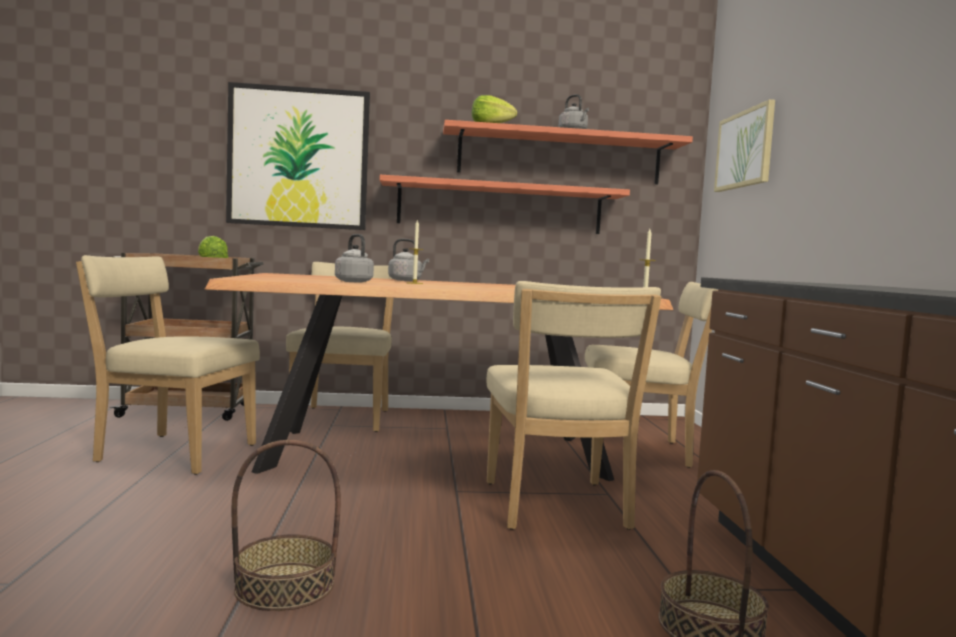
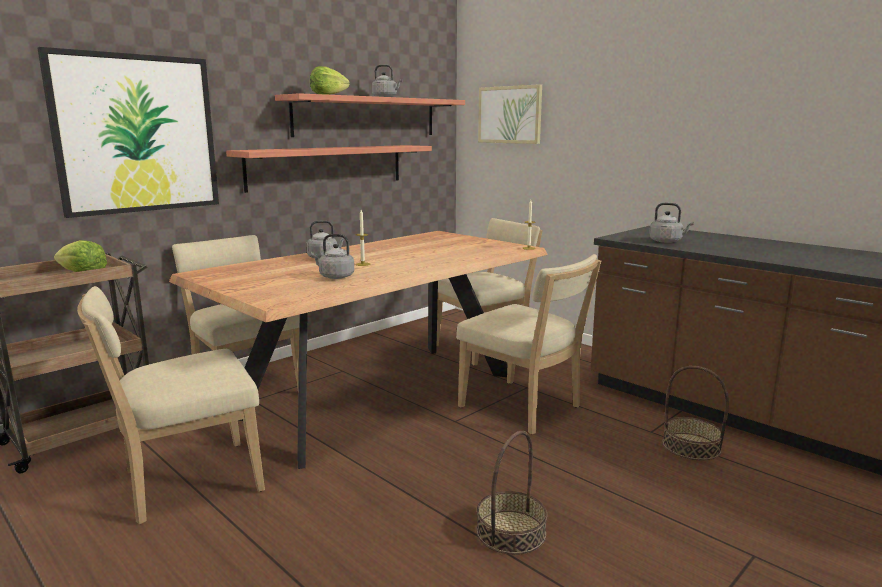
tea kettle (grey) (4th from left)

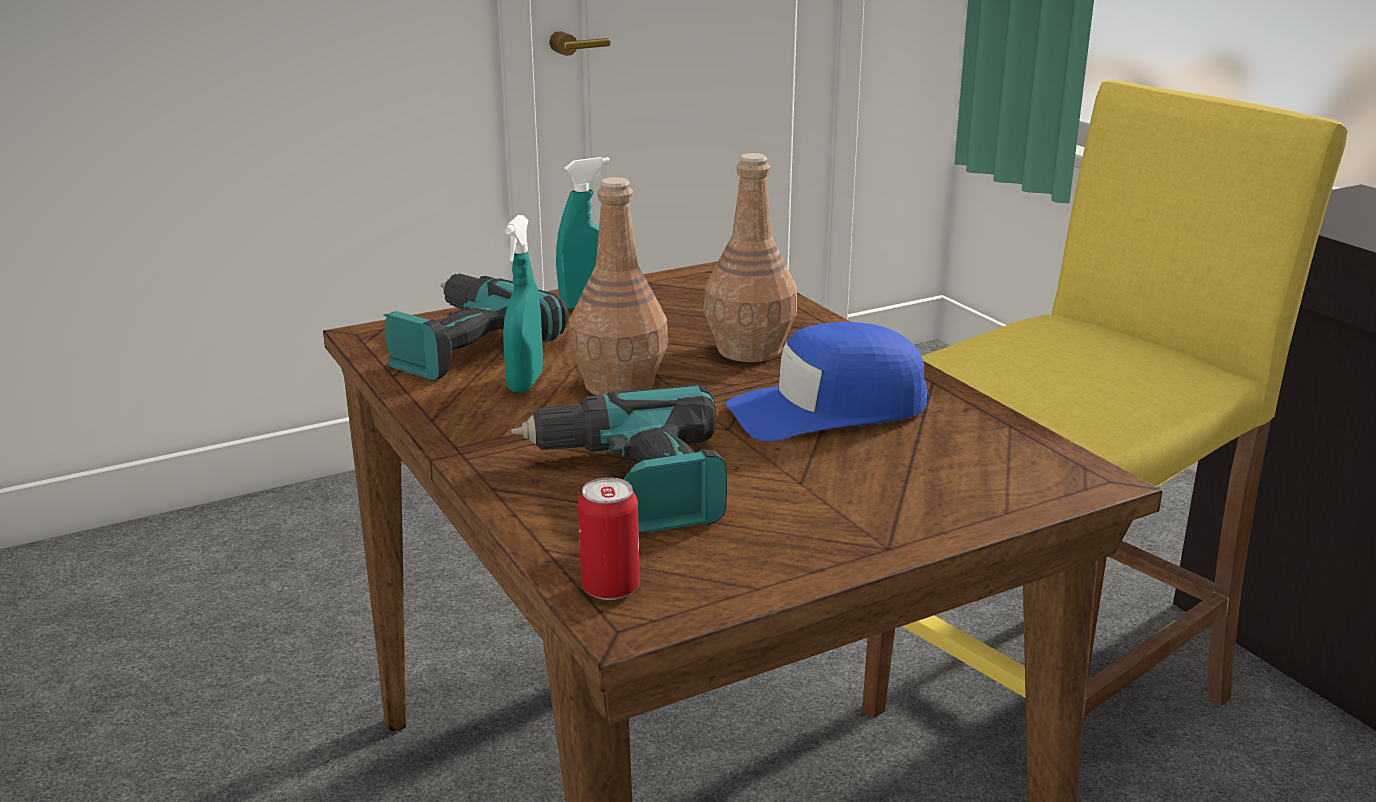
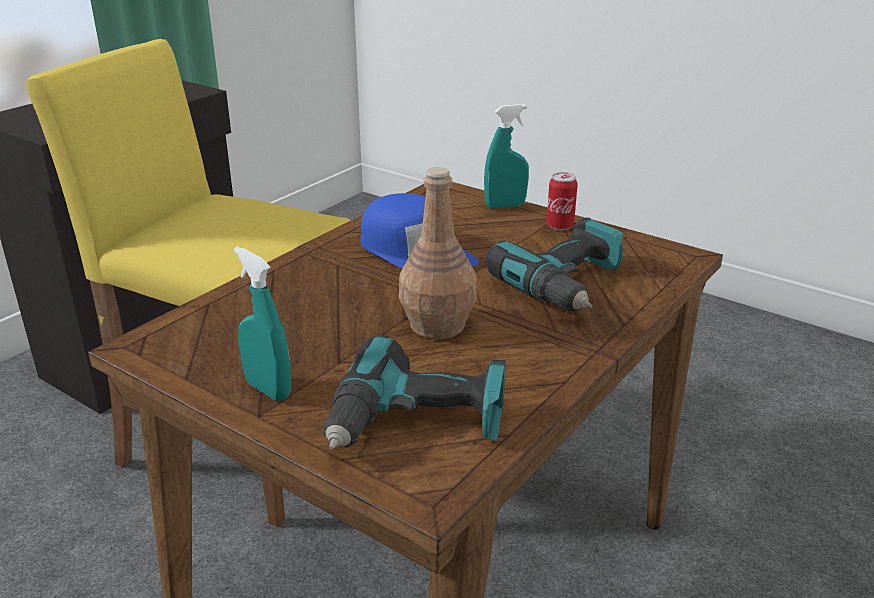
drink bottle (brownish) (2nd from left in the first image)
hand sprayer (turquoise) (2nd from left)
can

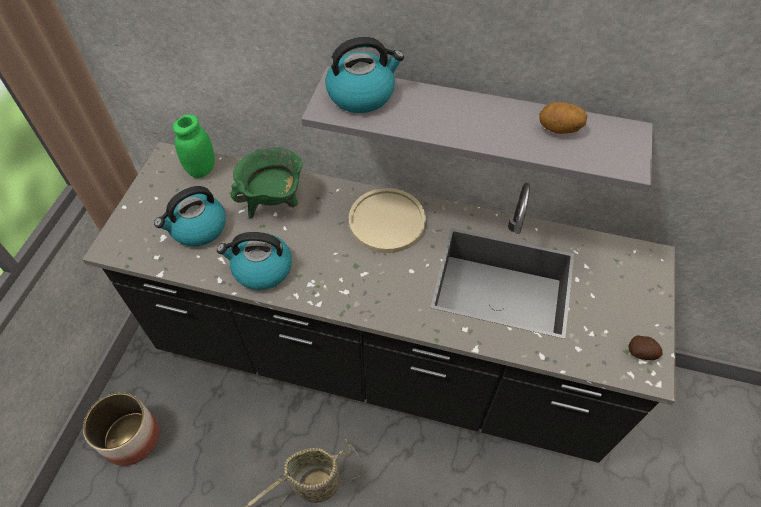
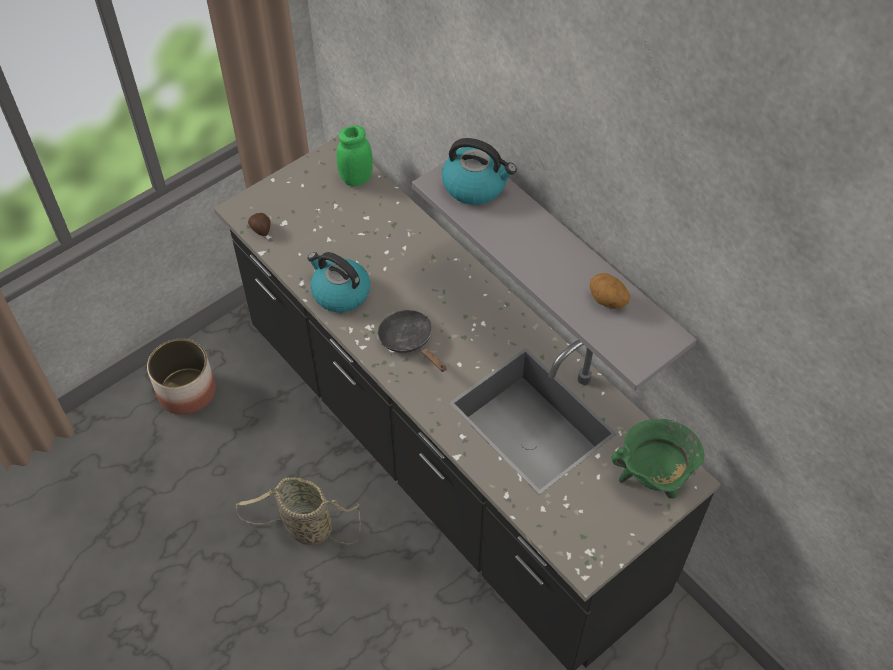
tea kettle (1st from left in the first image)
plate (sand-coloured)
frying pan (black-coloured)
cooking pot (greenish)
spud (1st from left)

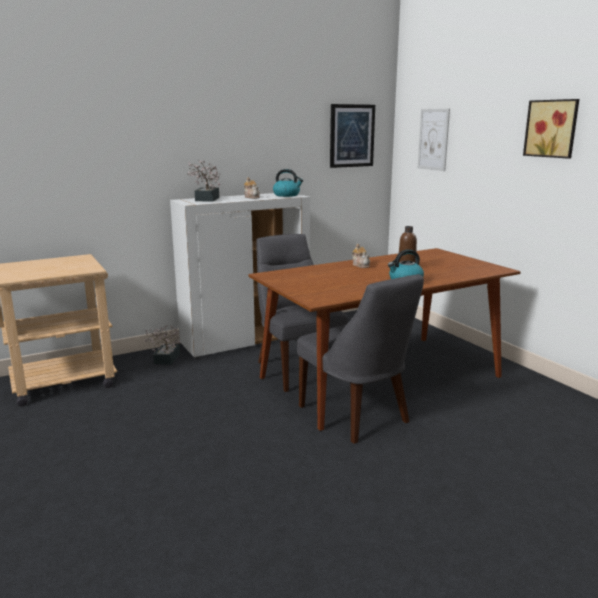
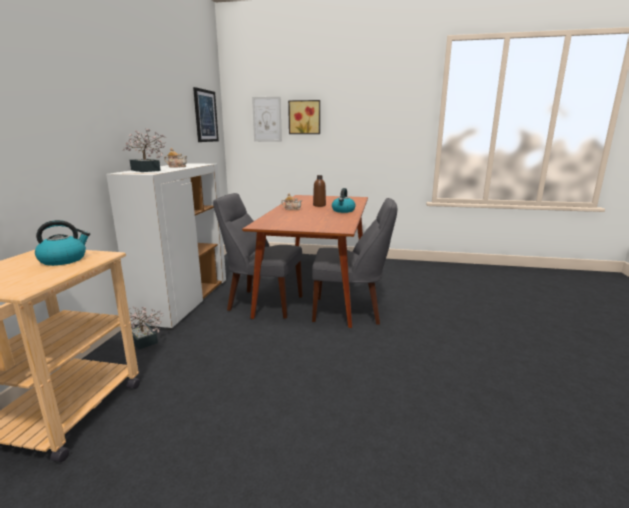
tea kettle (1st from left)
picture (3rd from left)

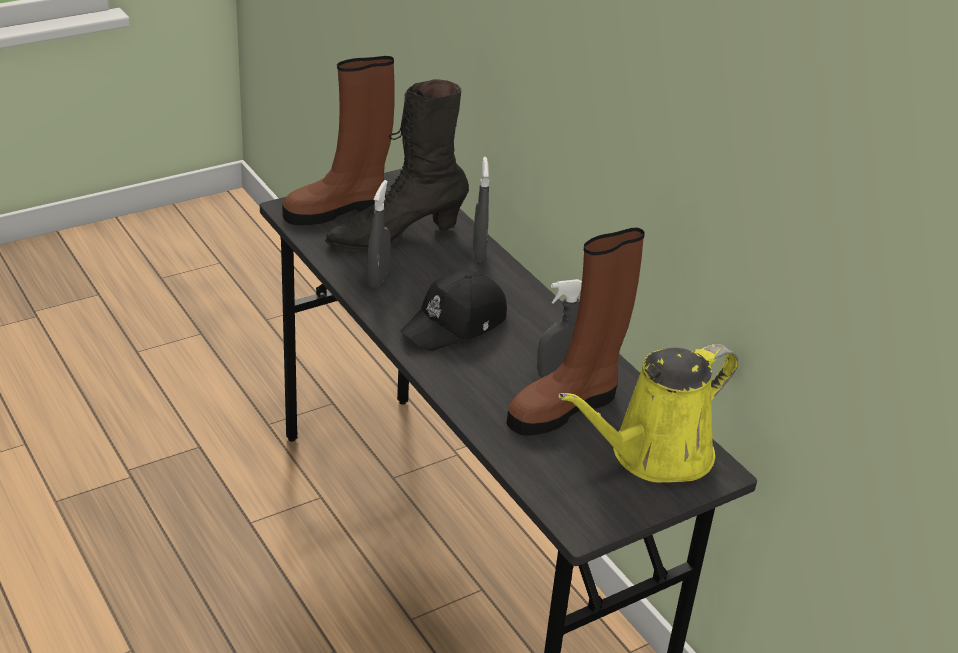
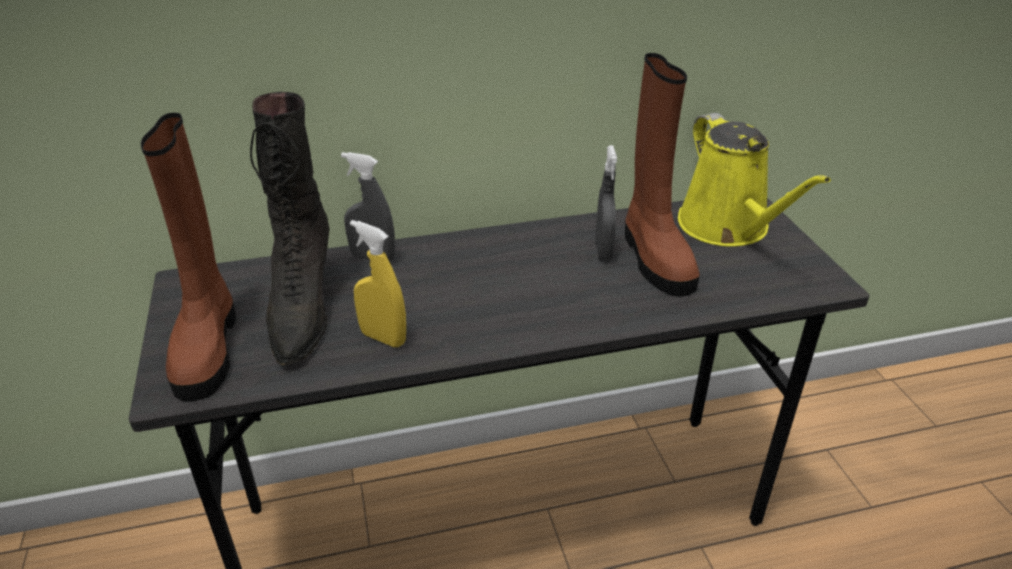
peaked cap (black-coloured)
hand sprayer (yellow)

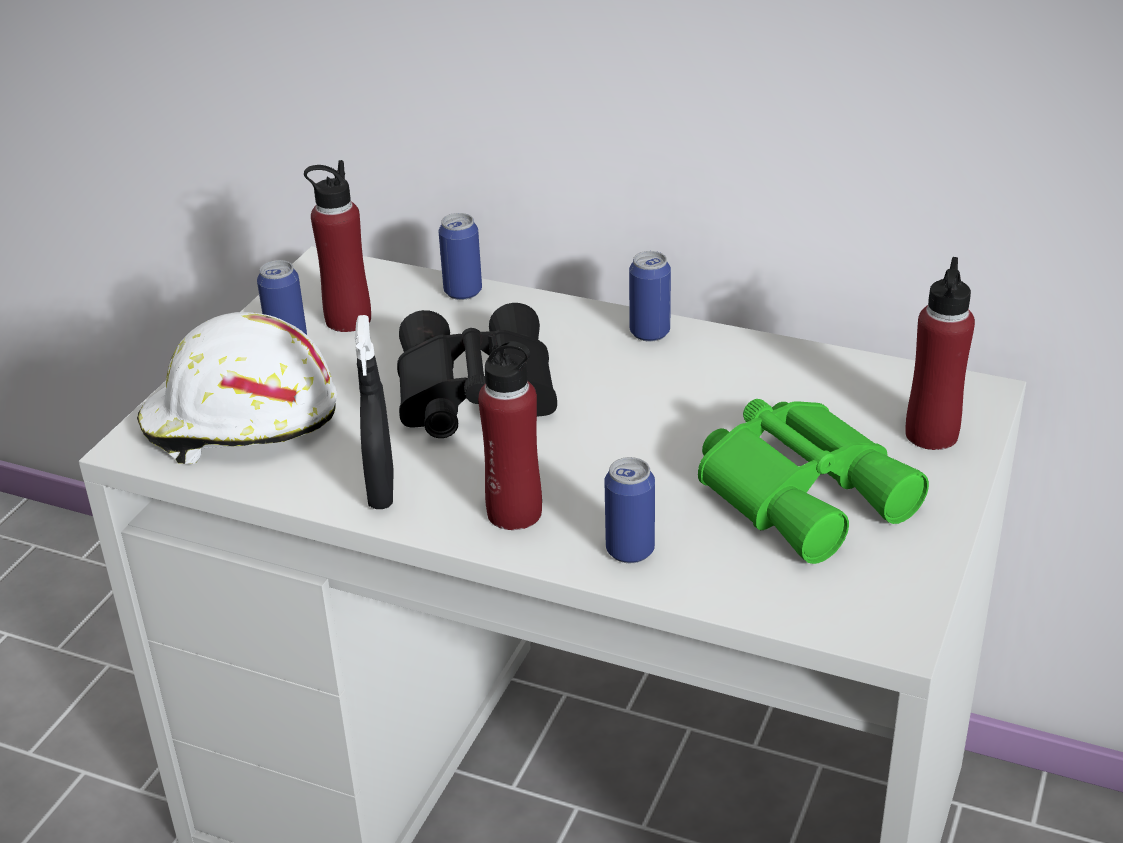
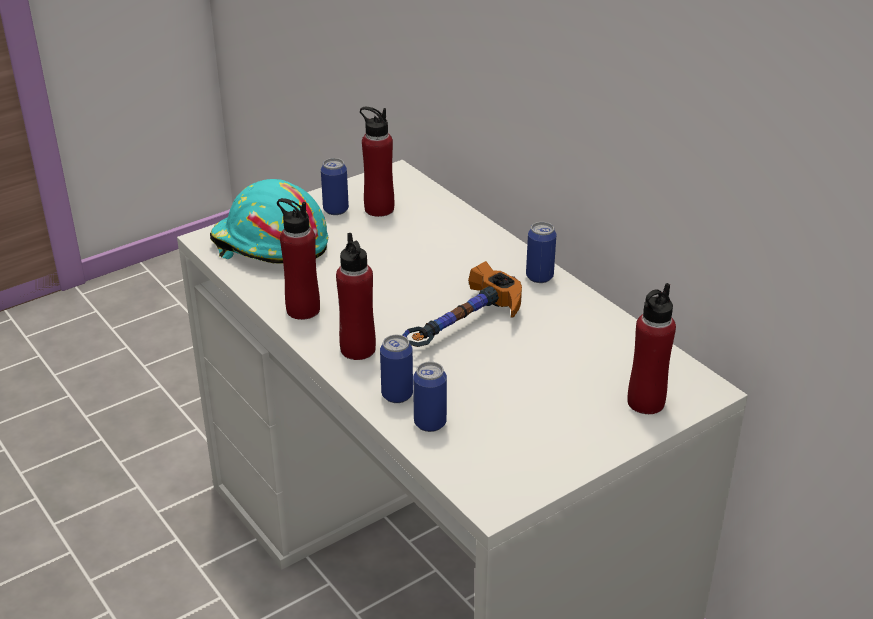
field glasses (black-coloured)
field glasses (greenish)
hammer
can (3rd from left)
drink bottle (reddish) (1st from left)
safety helmet (turquoise)

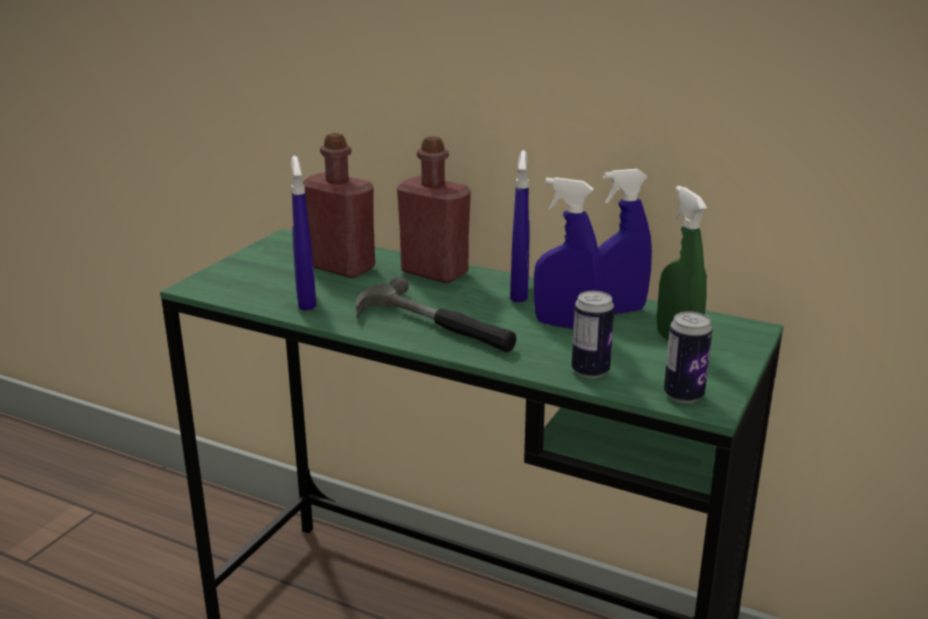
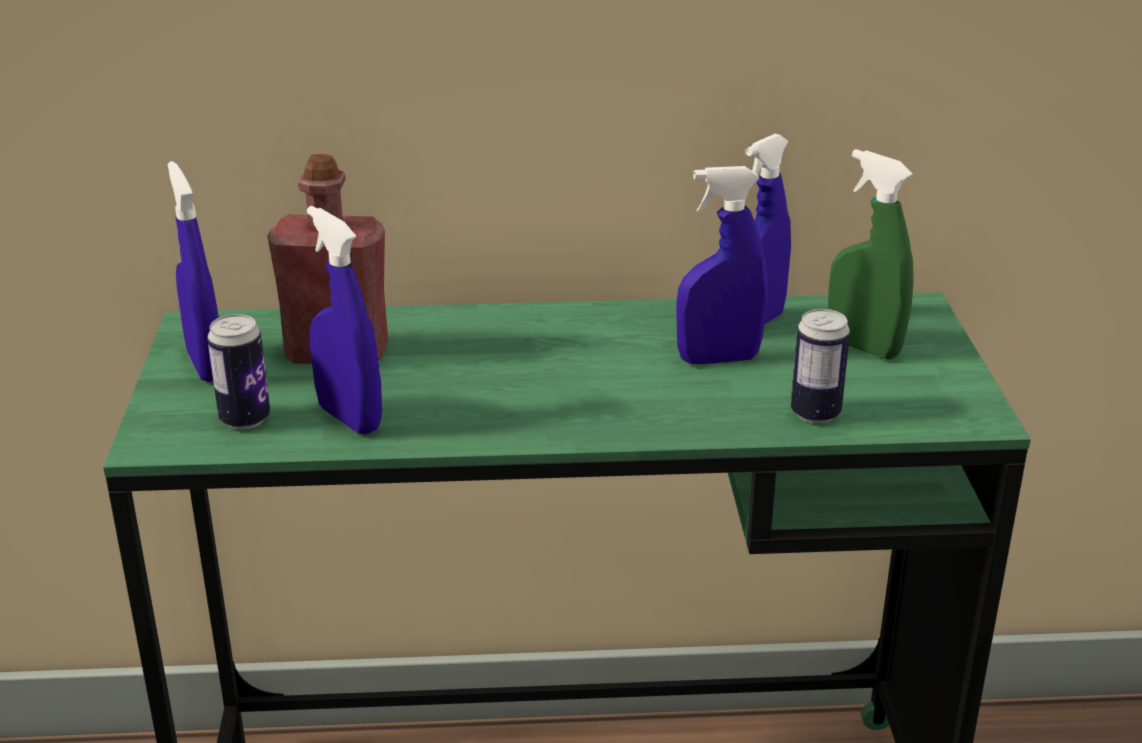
hammer
drink bottle (reddish) (2nd from left in the first image)
hand sprayer (blue-coloured) (1st from left)
can (1st from left)

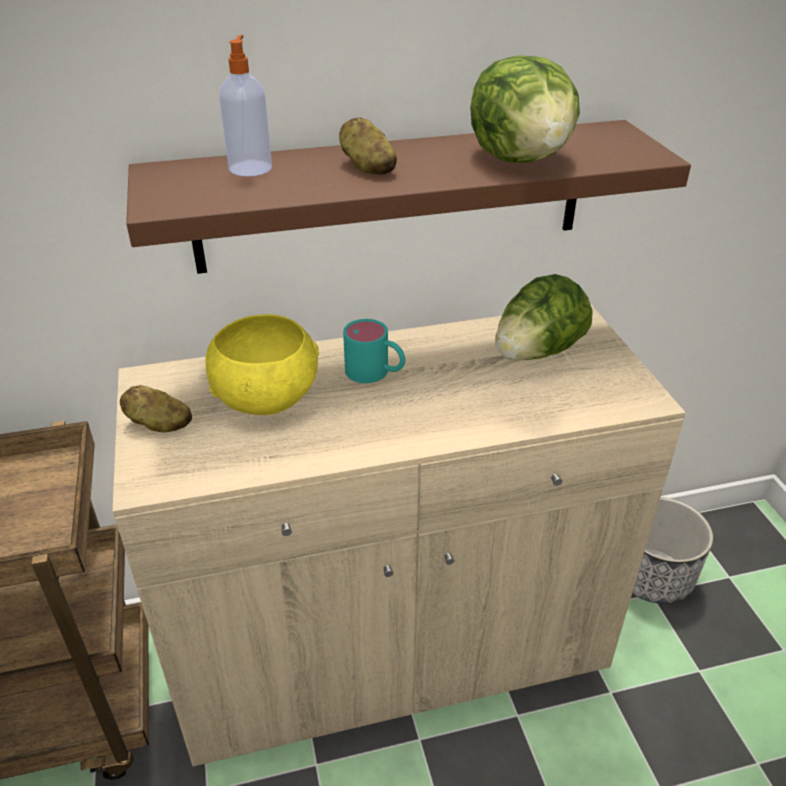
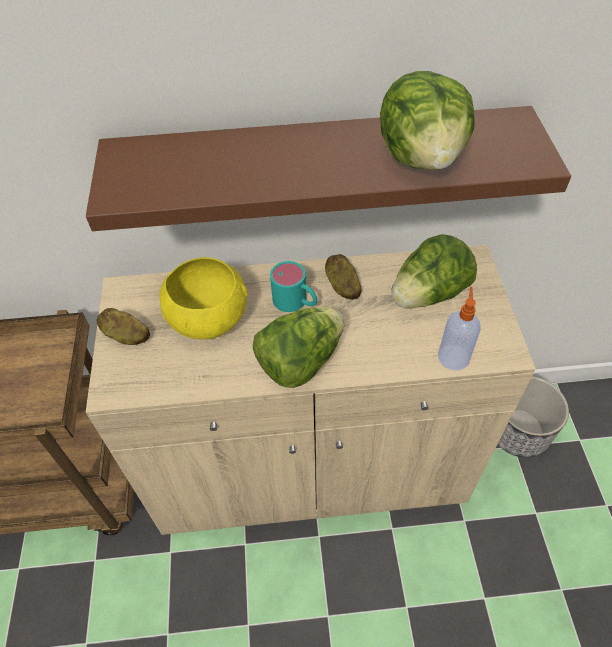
lettuce head (1st from left)
liquid soap bottle
spud (2nd from left)

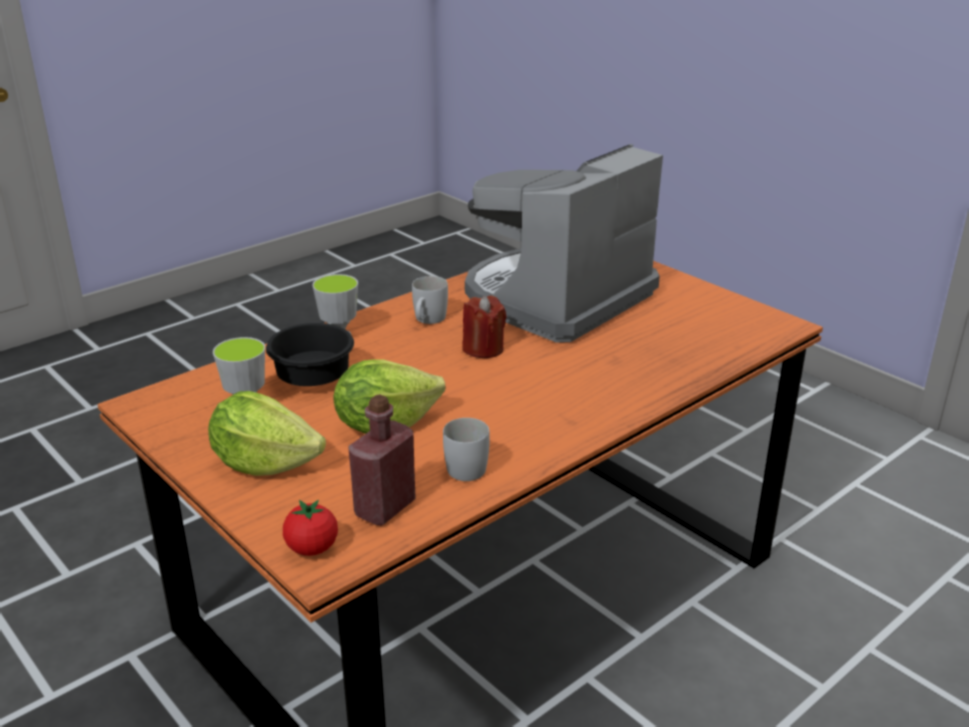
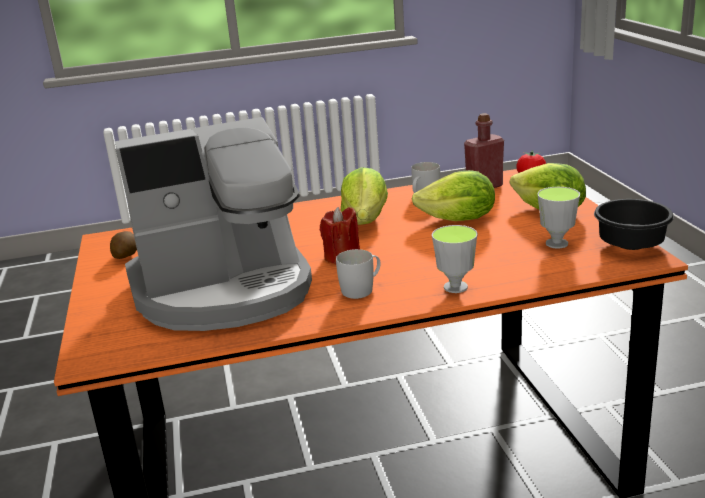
spud
lettuce head (1st from left)
deep dish (black-coloured)

